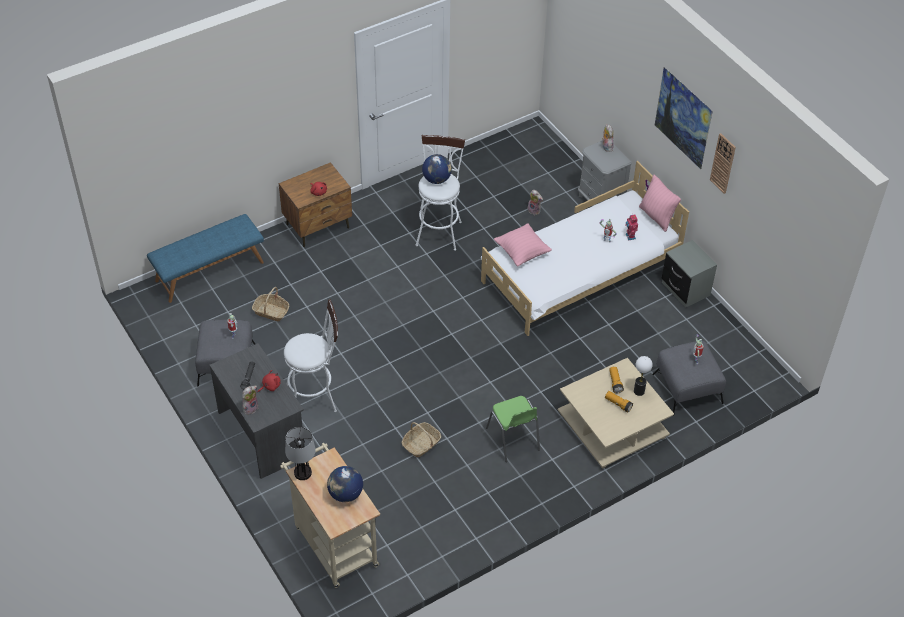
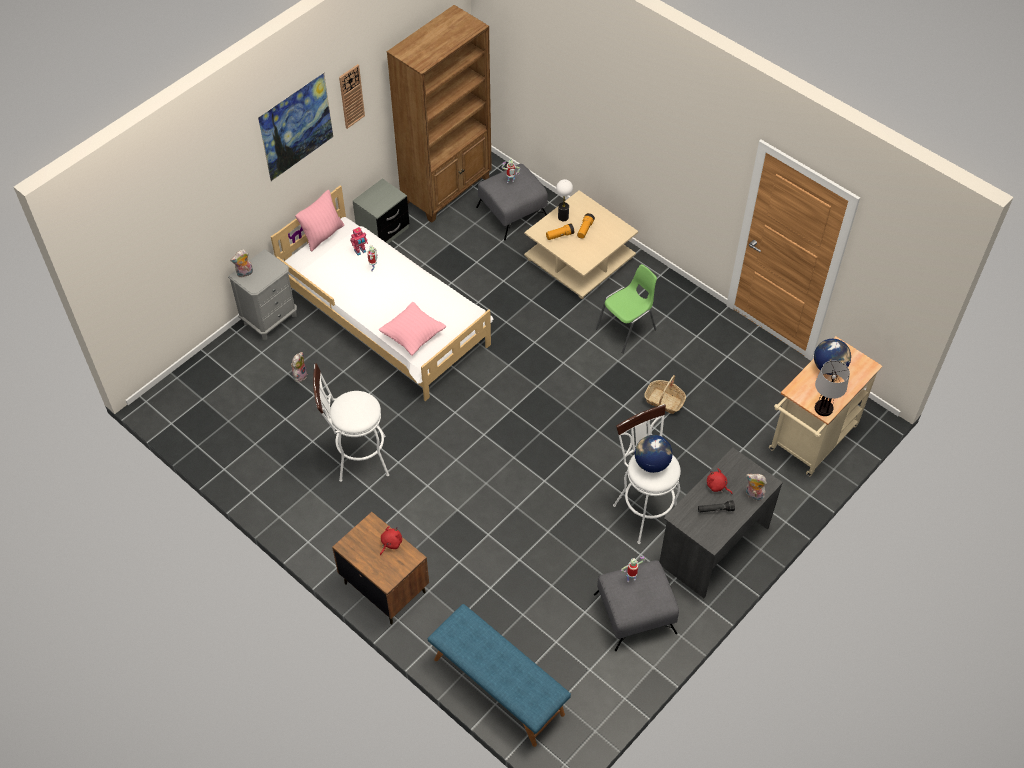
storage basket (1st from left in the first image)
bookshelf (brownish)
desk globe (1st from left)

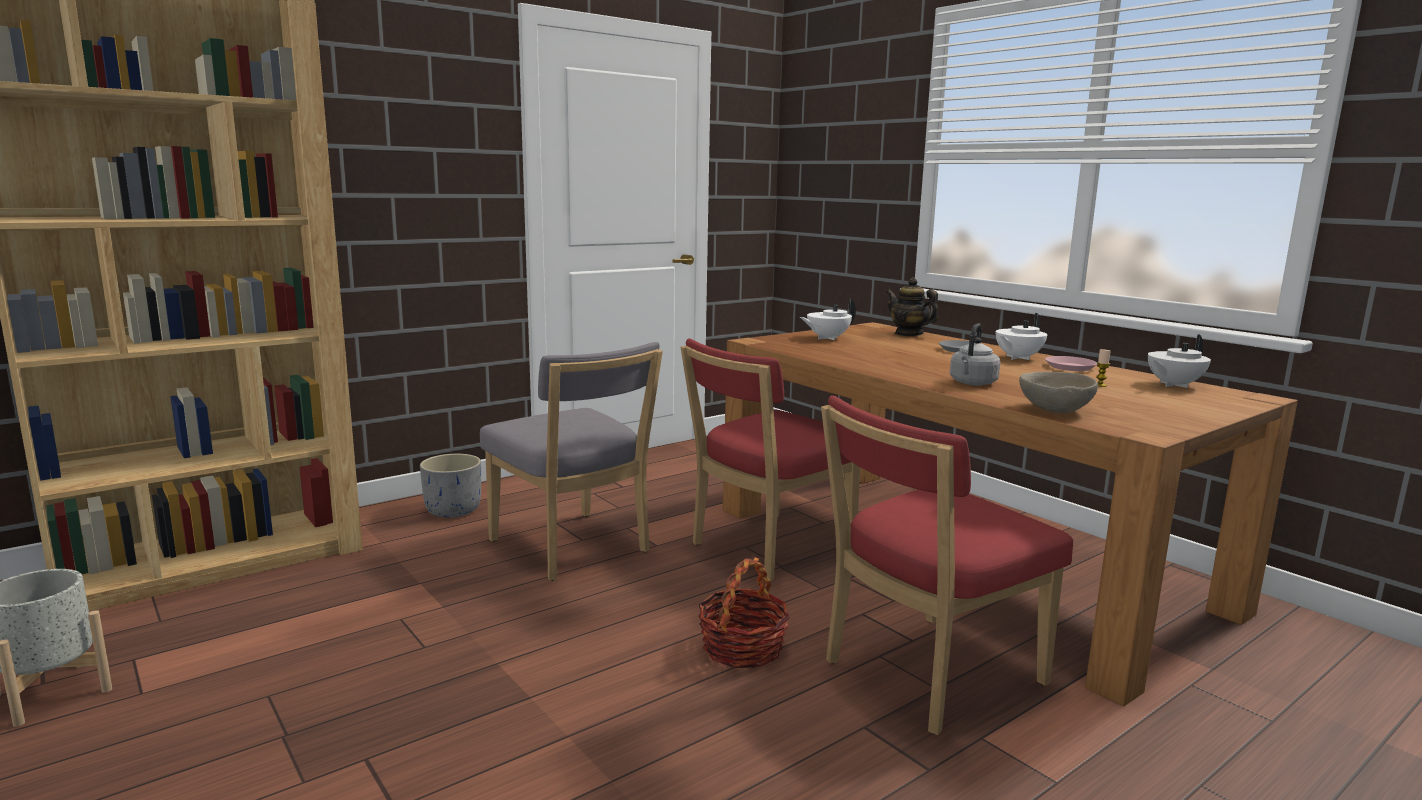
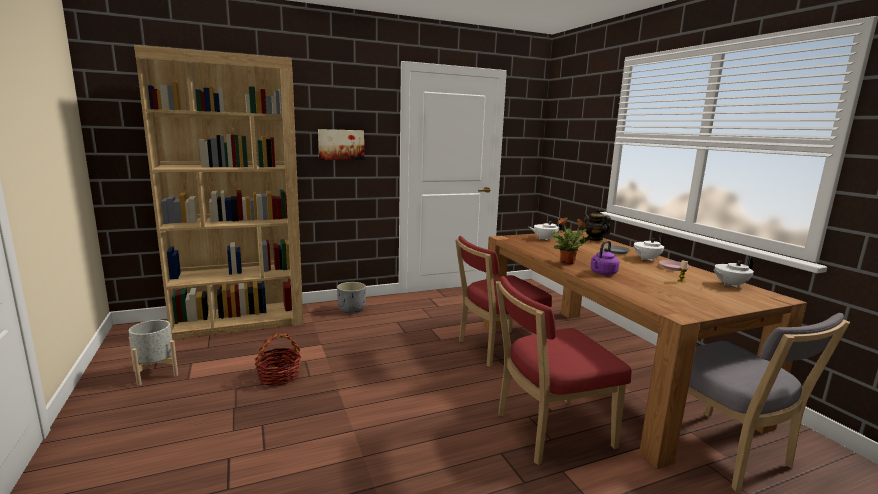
deep dish (sand-coloured)
picture
houseplant
plain chair (grey)
storage basket
tea kettle (purple-coloured)

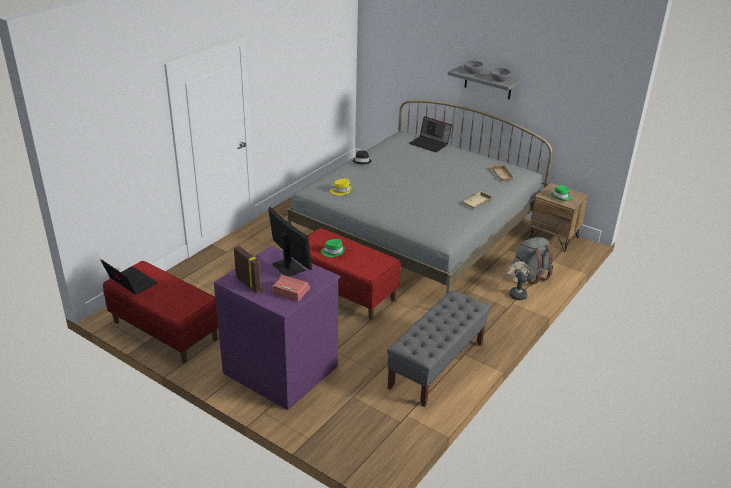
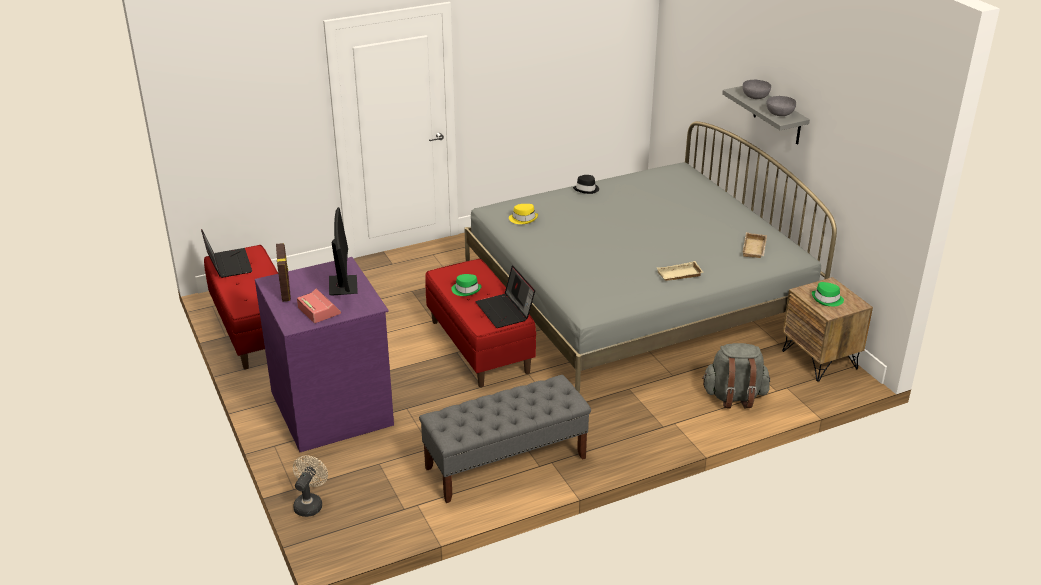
portable computer (2nd from left)
electric fan (sand-coloured)

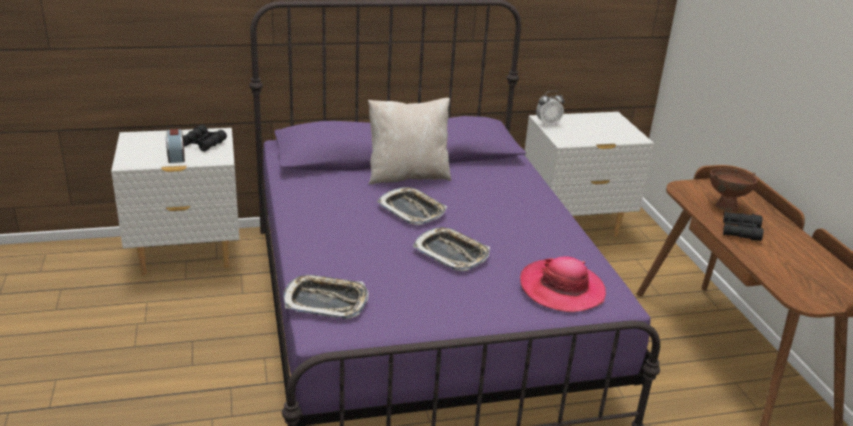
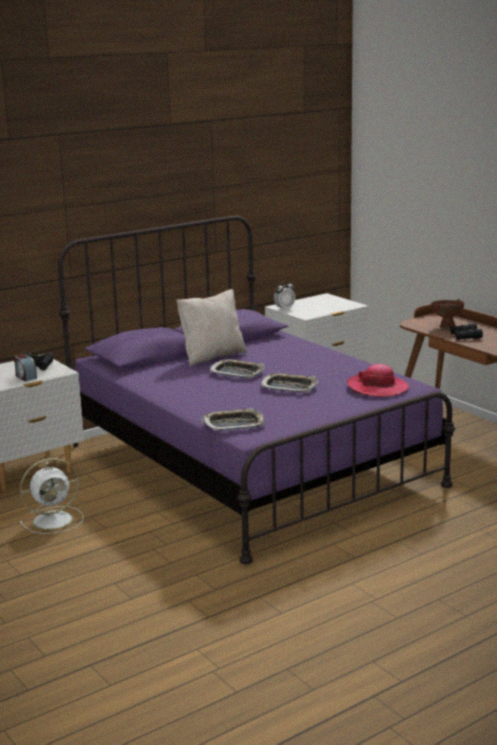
electric fan (white-coloured)

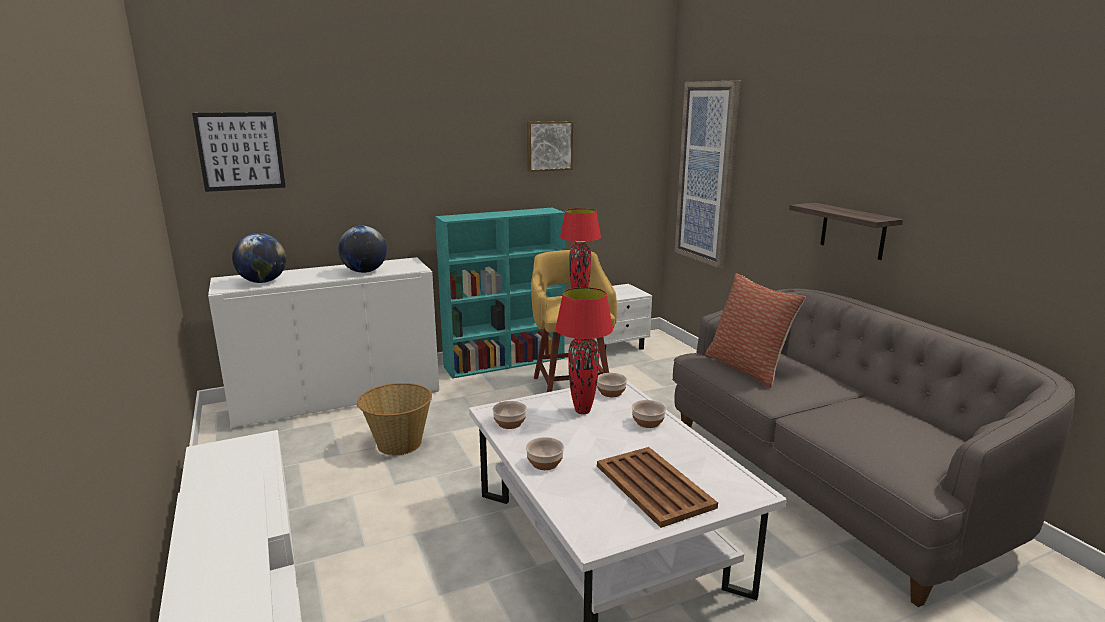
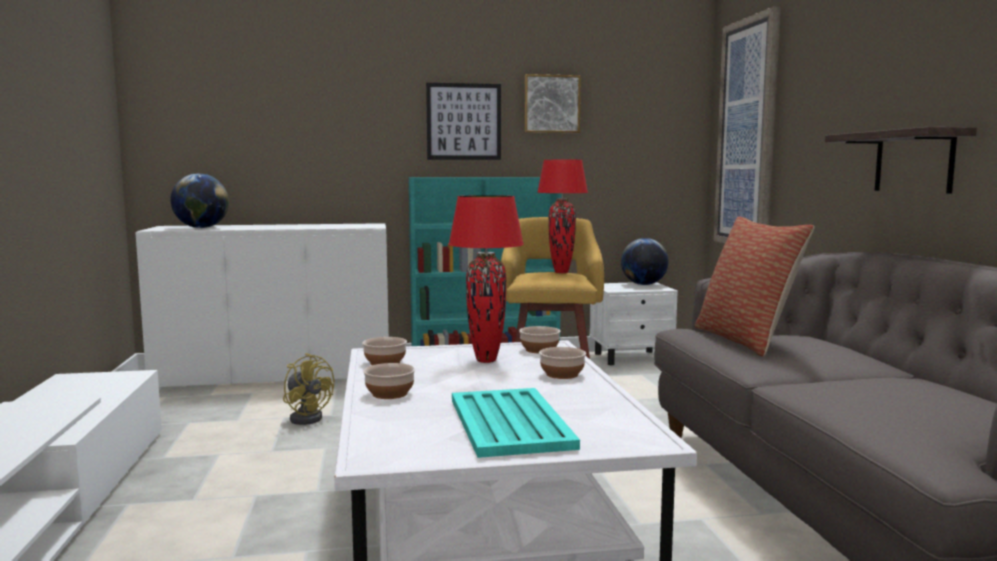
picture (1st from left)
desk globe (2nd from left)
electric fan (yellow)
carrying tray (turquoise)

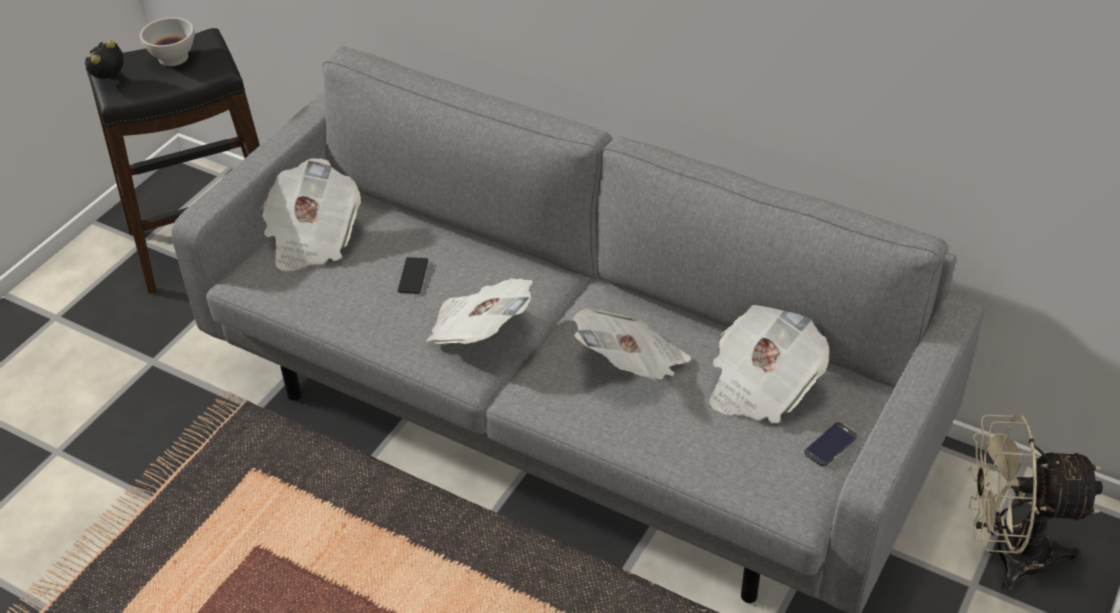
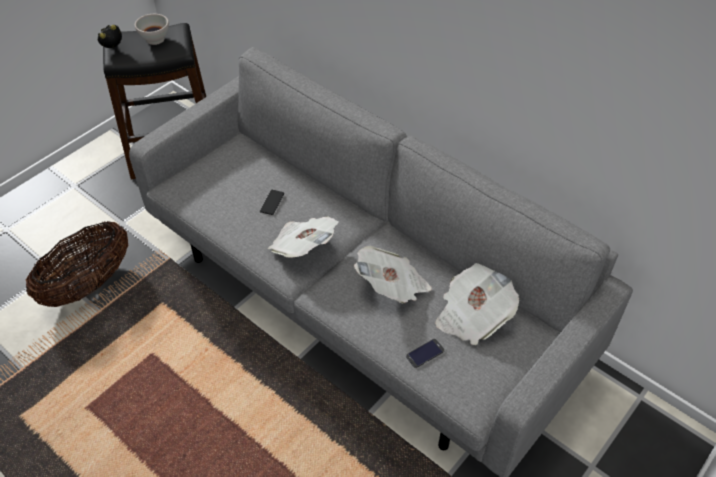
daily paper (1st from left in the first image)
electric fan (sand-coloured)
storage basket
telephone (2nd from left)

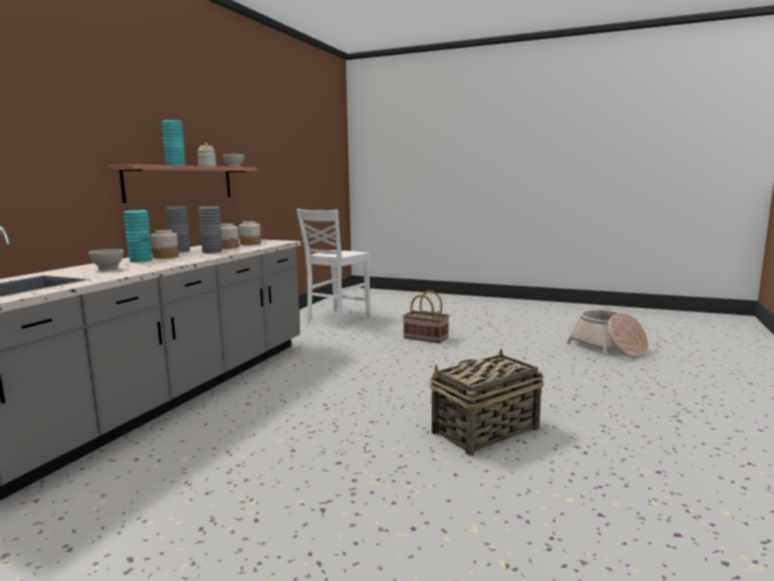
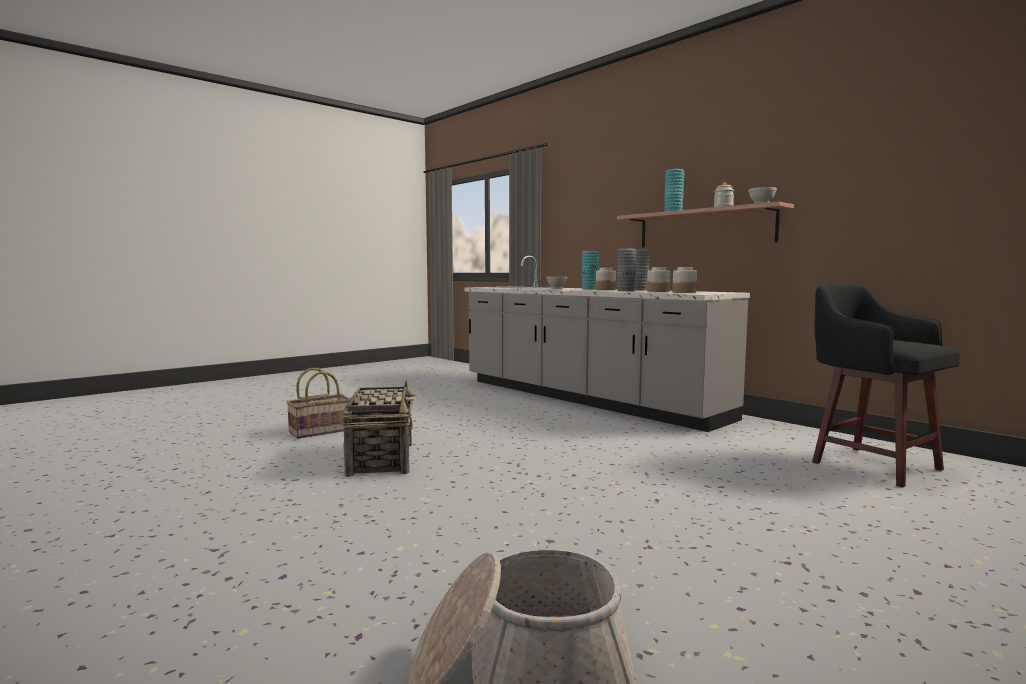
storage basket (1st from left)
sitting stool (black-coloured)

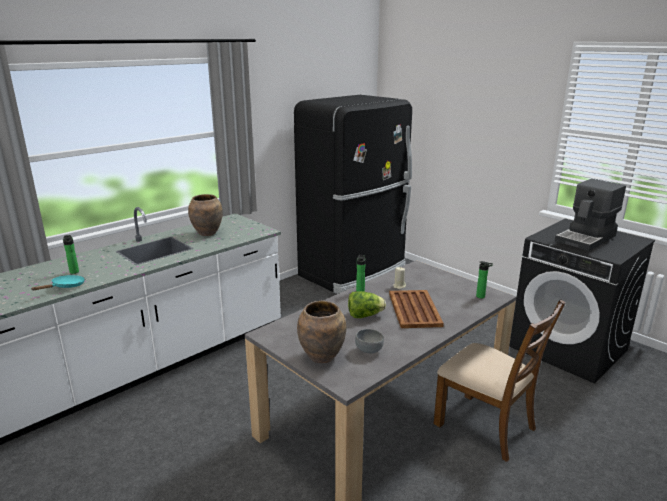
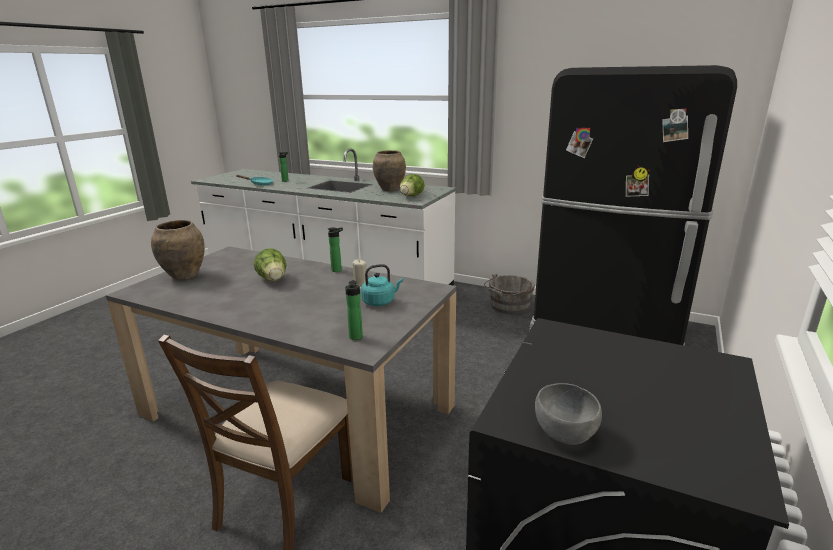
carrying tray (brownish)
coffee brewer
tea kettle (turquoise)
lettuce head (2nd from left)
bucket (grey)
deep dish (grey)

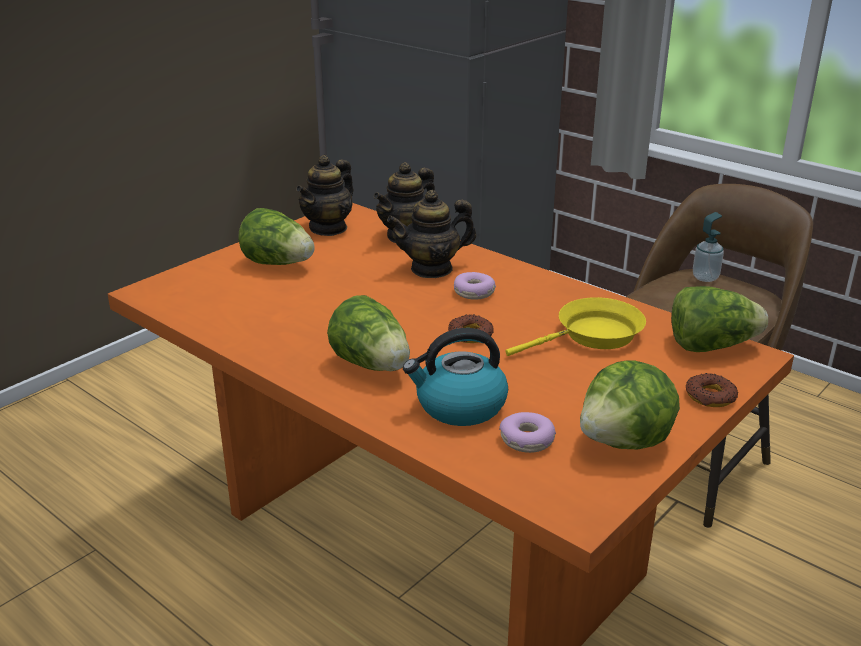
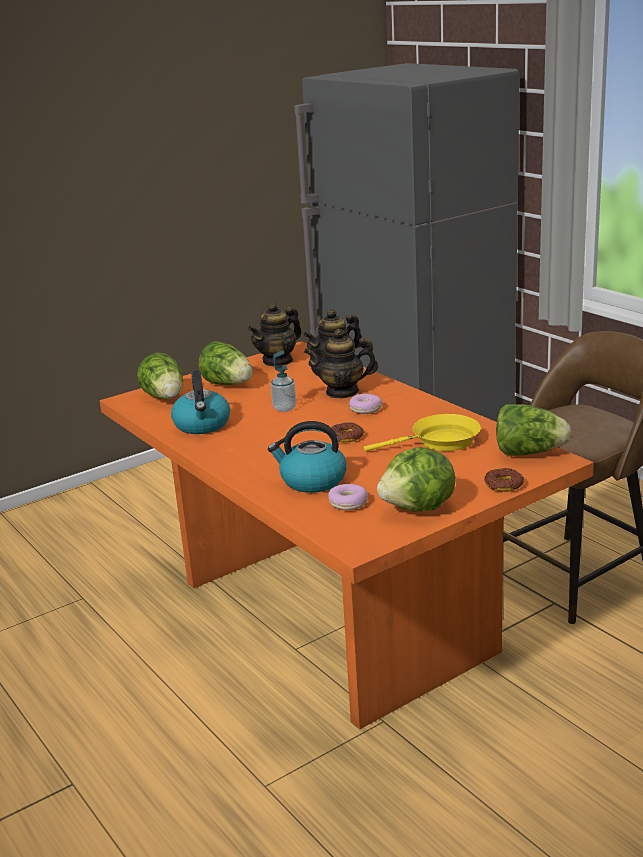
tea kettle (1st from left)
lettuce head (1st from left)
liquid soap bottle

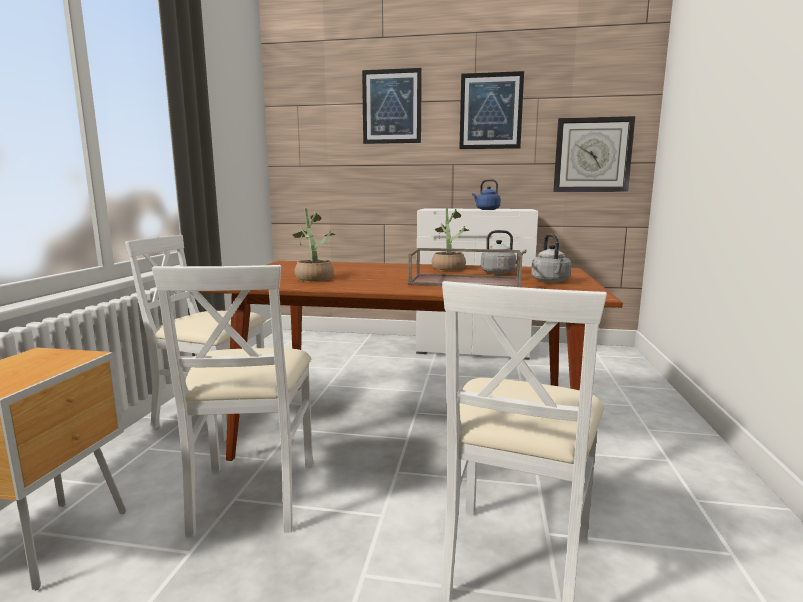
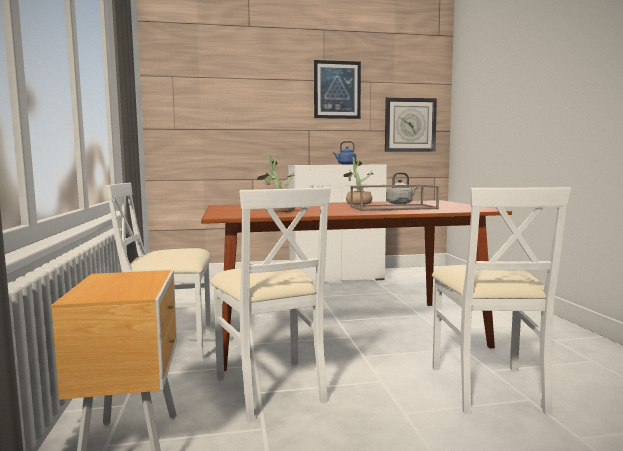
picture (1st from left in the first image)
tea kettle (grey) (2nd from left in the first image)

